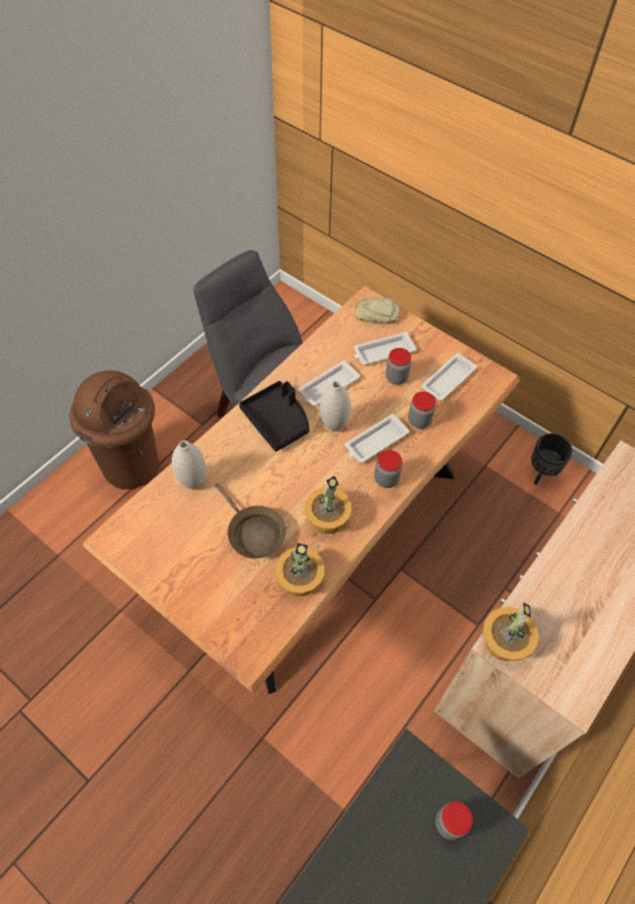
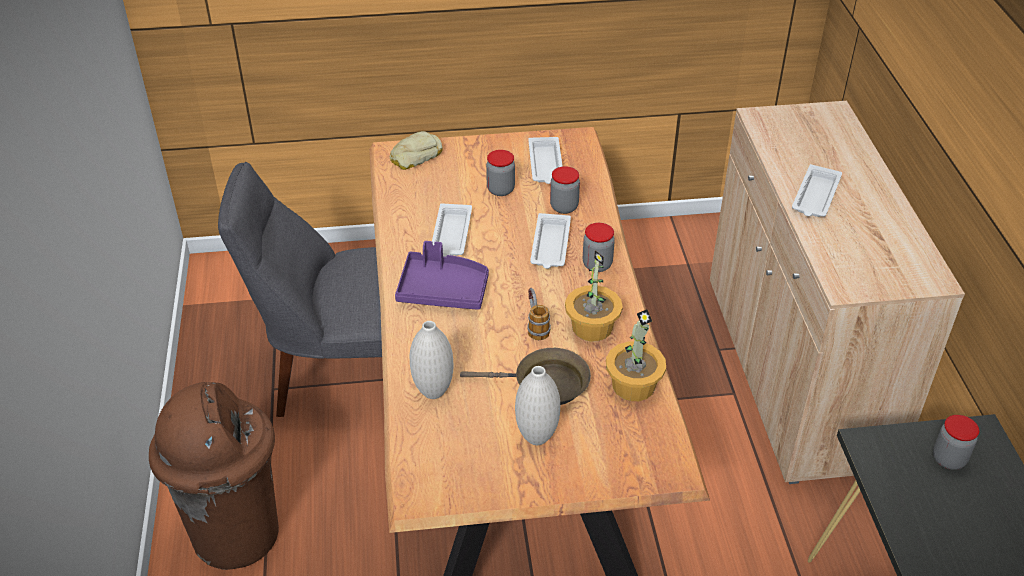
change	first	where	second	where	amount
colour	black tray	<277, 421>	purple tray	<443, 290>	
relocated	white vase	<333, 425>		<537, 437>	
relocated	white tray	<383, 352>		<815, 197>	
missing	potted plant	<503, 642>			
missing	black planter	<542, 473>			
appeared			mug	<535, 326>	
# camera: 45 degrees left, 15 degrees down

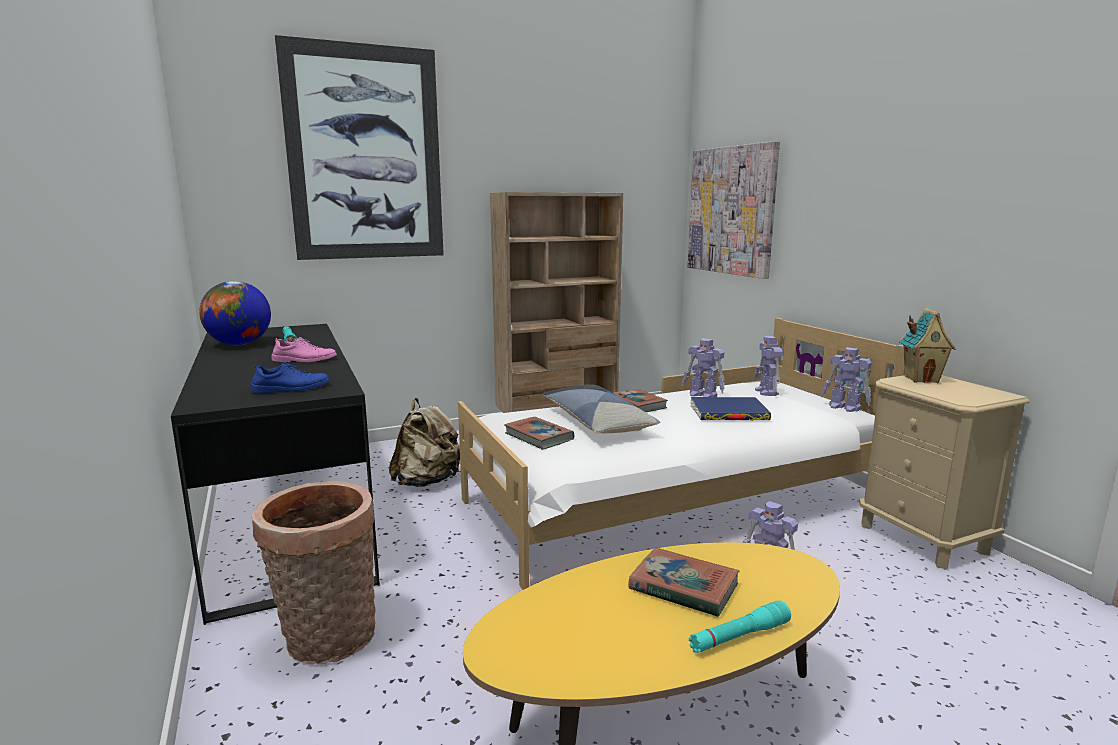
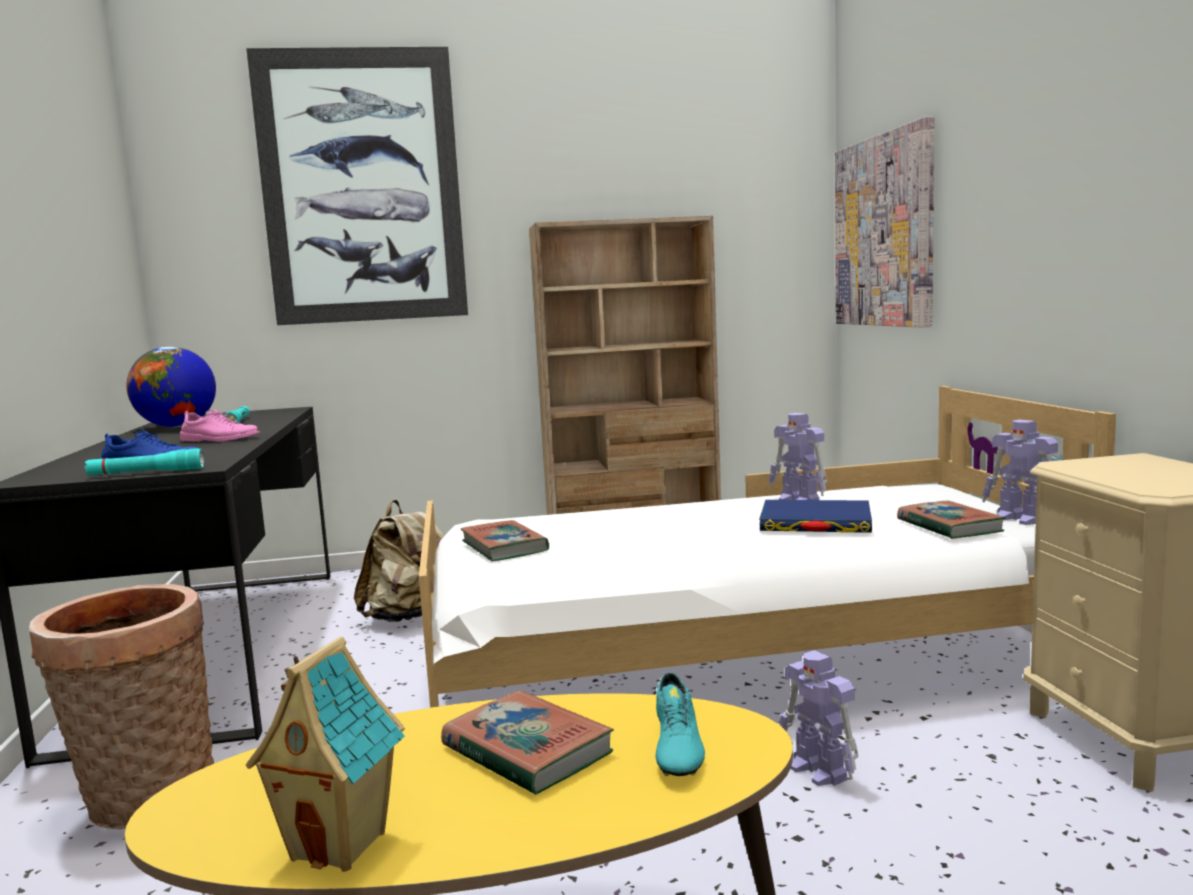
change	first	where	second	where	amount
missing	pillow	<597, 422>			
relocated	book	<637, 405>		<949, 526>	
relocated	turquoise flashlight	<739, 636>		<146, 473>	
missing	toy robot	<767, 392>			
relocated	toy house	<921, 379>		<341, 844>	
appeared			turquoise shoe	<676, 749>	
# camera: 15 degrees right, 5 degrees down

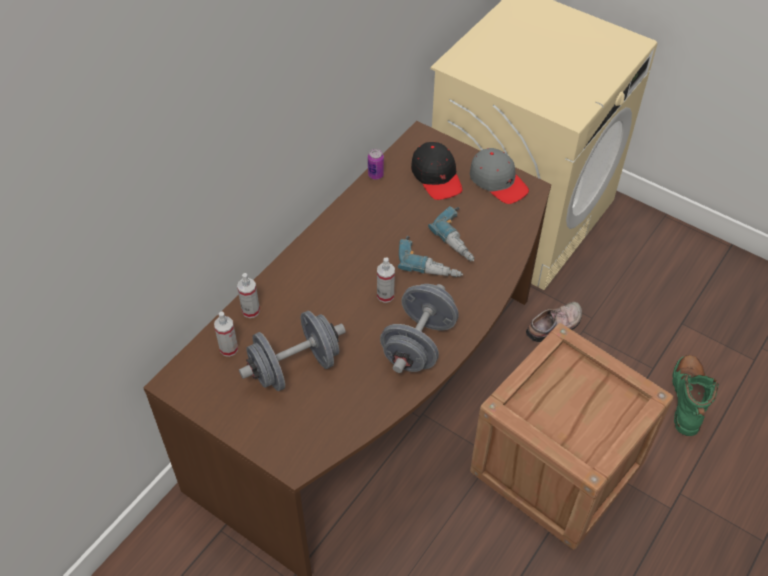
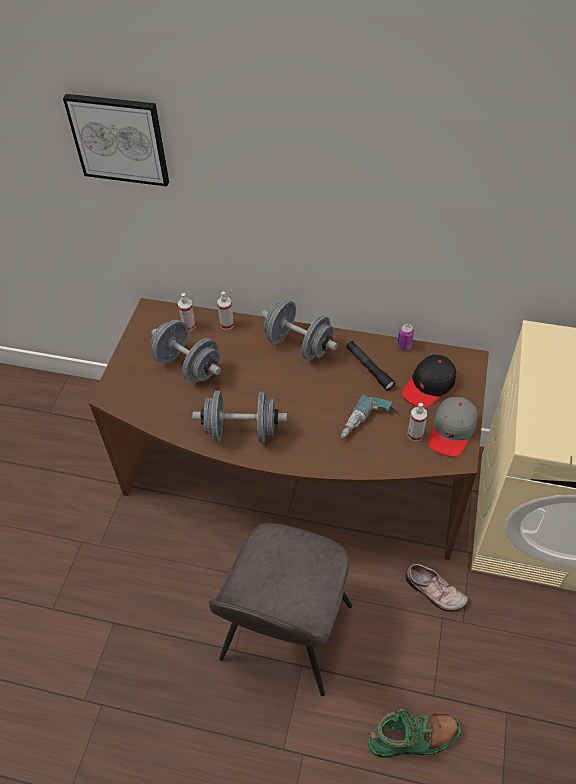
change	first	where	second	where	amount
relocated	spray bottle	<385, 295>		<415, 435>	
missing	power drill	<430, 262>			
exchanged	crate	<557, 467>	grey chair	<285, 636>	
appeared			picture	<119, 139>	
appeared			grey dumbbell	<299, 345>	
appeared			black flashlight	<369, 368>	
# camera: 70 degrees right, 0 degrees up

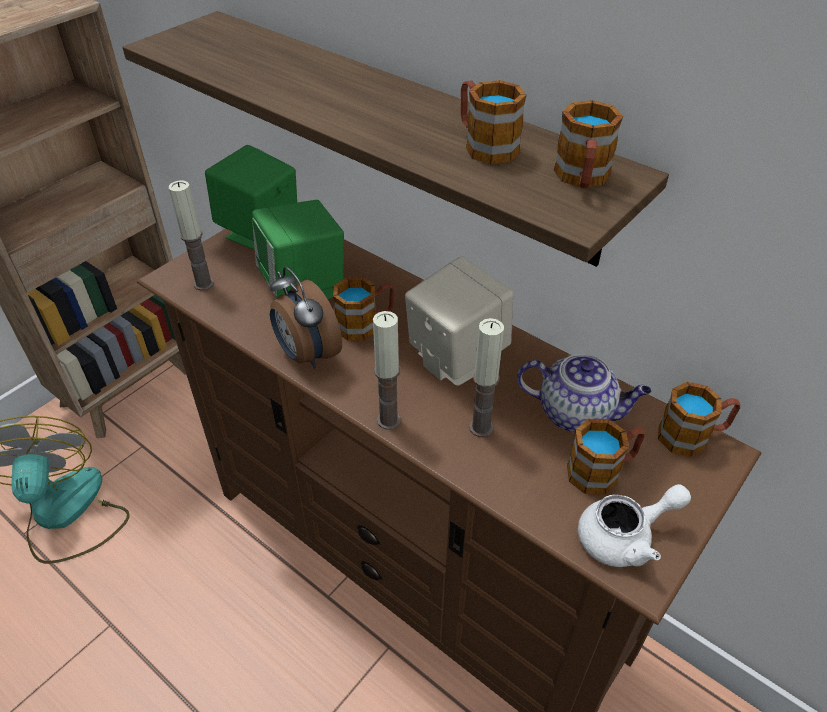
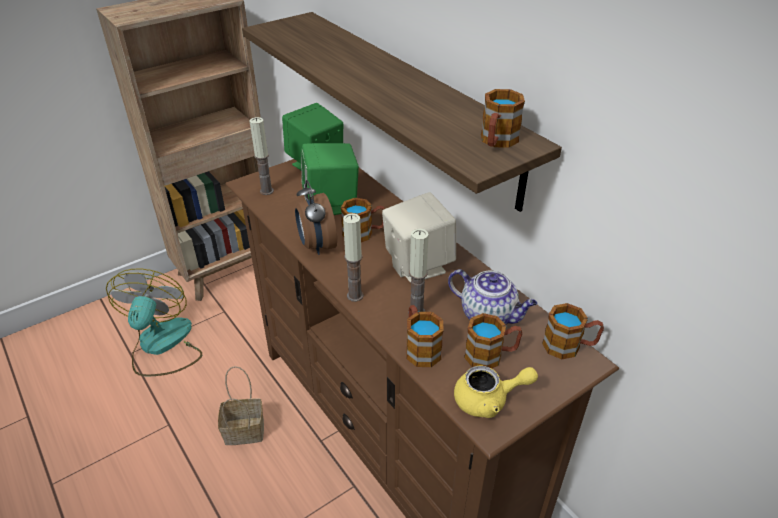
change	first	where	second	where	amount
relocated	mug	<485, 145>		<420, 347>	
colour	white teapot	<625, 537>	yellow teapot	<488, 400>	
appeared			basket	<246, 430>	
# camera: 15 degrees right, 5 degrees down

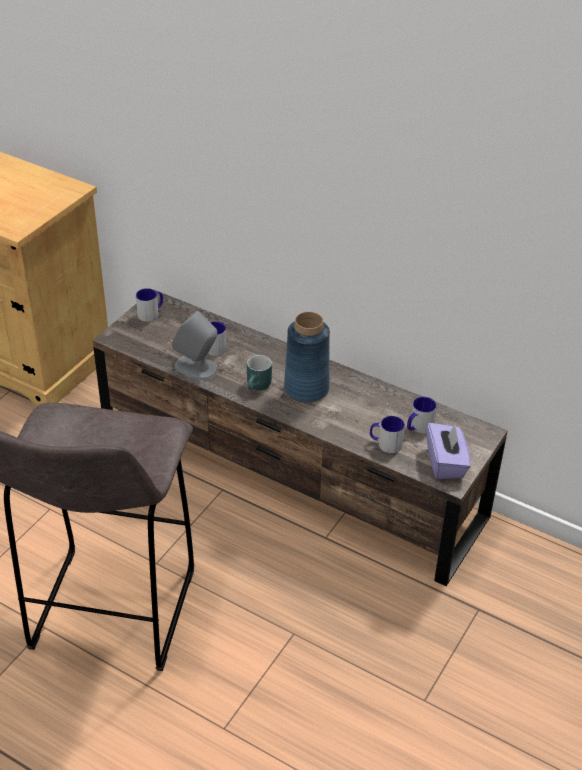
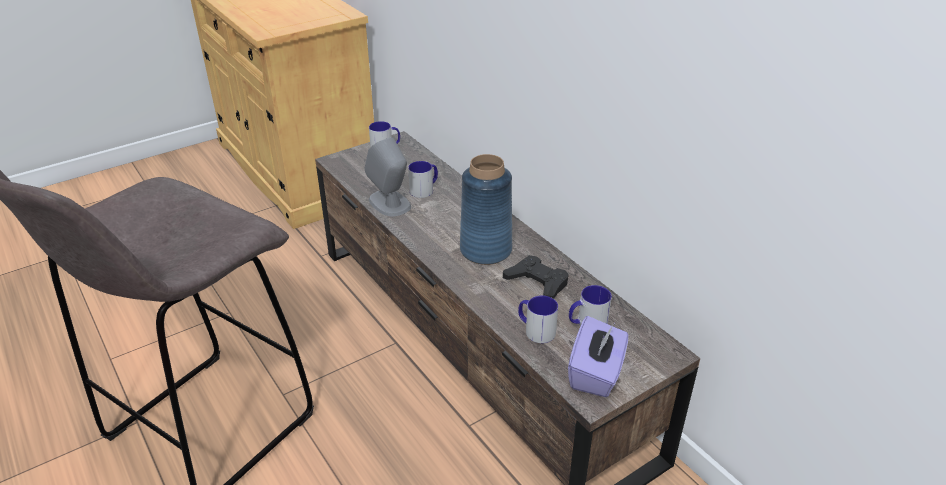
change	first	where	second	where	amount
missing	turquoise mug	<259, 386>			
appeared			black game controller	<537, 282>	
# camera: 25 degrees right, 5 degrees down

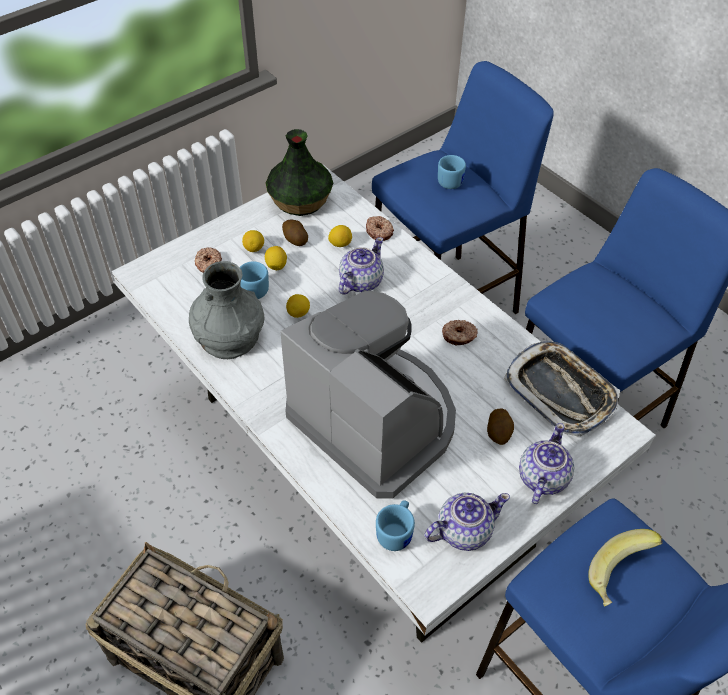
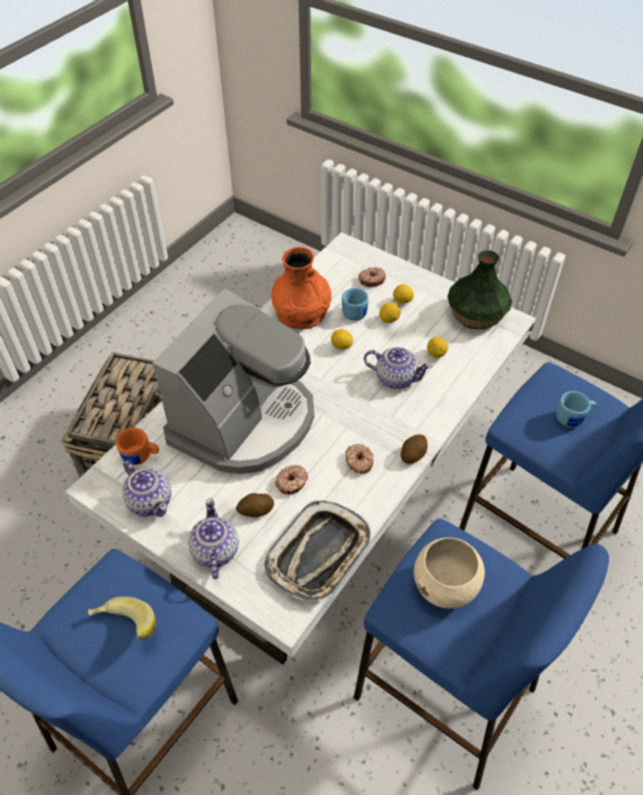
change	first	where	second	where	amount
colour	grey vase	<229, 336>	orange vase	<301, 312>	
relocated	potato	<295, 239>		<413, 454>	
relocated	donut	<379, 232>		<292, 483>	
colour	blue mug	<397, 532>	orange mug	<141, 457>	
spun	teapot	<542, 478>		<214, 552>	105 degrees counterclockwise
appeared			beige bowl	<446, 585>	
# camera: 75 degrees right, 0 degrees up

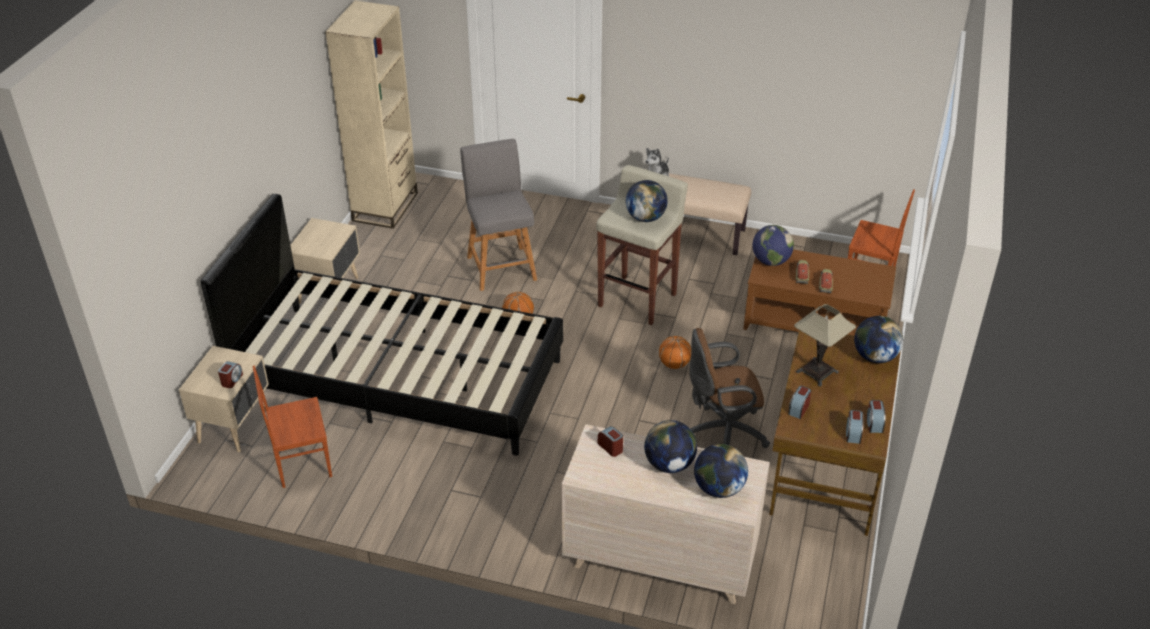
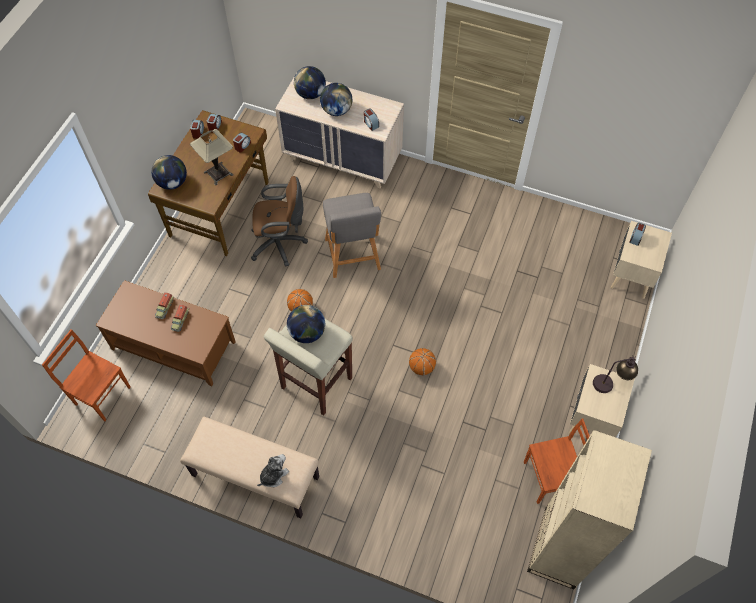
change	first	where	second	where	amount
missing	black bed	<398, 377>			
relocated	brown chair	<302, 462>		<550, 479>	
relocated	grey stool	<500, 266>		<353, 257>	
missing	globe	<770, 261>			
appeared			table lamp	<611, 383>	
# camera: 175 degrees left, 20 degrees up

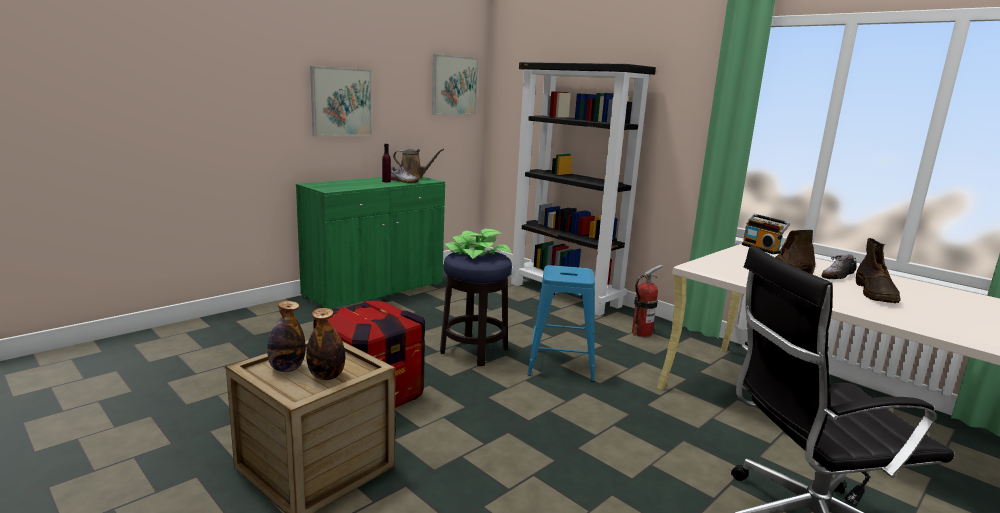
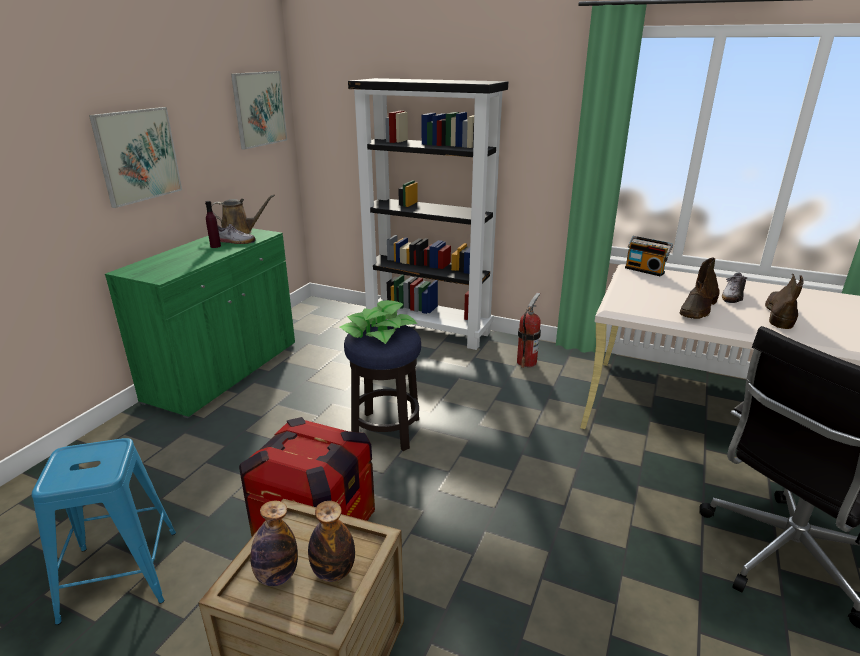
change	first	where	second	where	amount
relocated	blue stool	<560, 364>		<120, 575>	
spun	brown boot	<875, 294>		<779, 314>	150 degrees counterclockwise
# camera: 20 degrees left, 10 degrees up

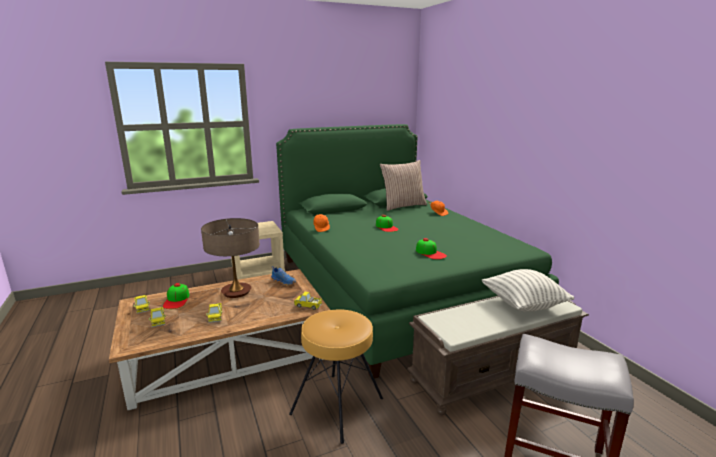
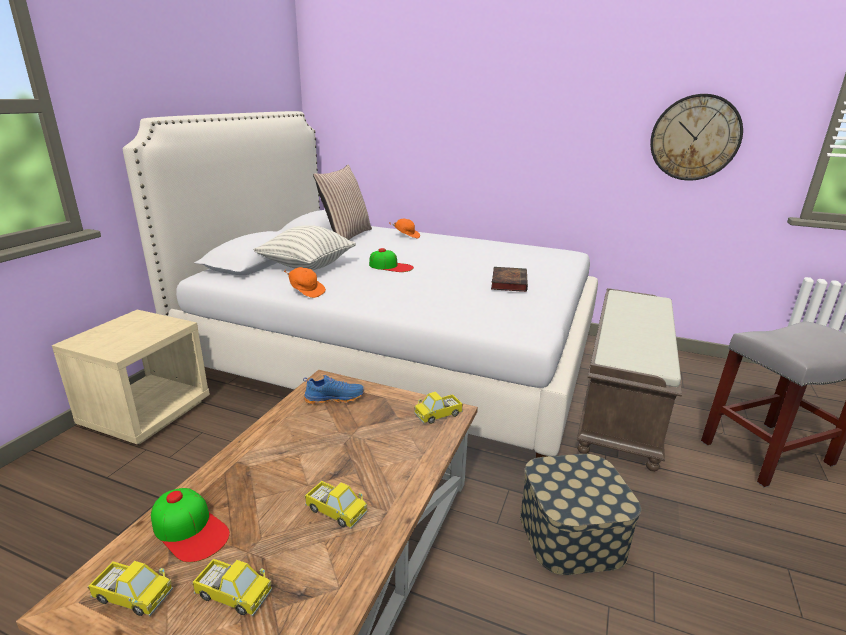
change	first	where	second	where	amount
missing	table lamp	<236, 292>			
colour	green bed	<395, 289>	white bed	<396, 356>	
exchanged	brown stool	<338, 406>	storage box	<571, 534>	
exchanged	cap	<430, 253>	book	<508, 282>	
relocated	pillow	<523, 305>		<307, 266>	
appeared			wall clock	<694, 138>	
# camera: 45 degrees left, 5 degrees up

